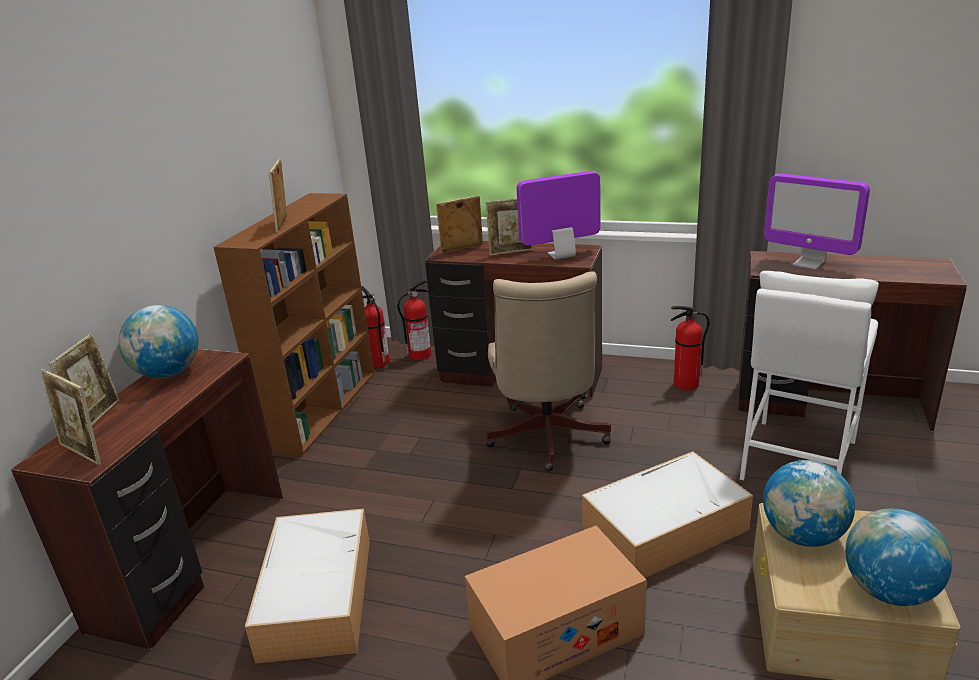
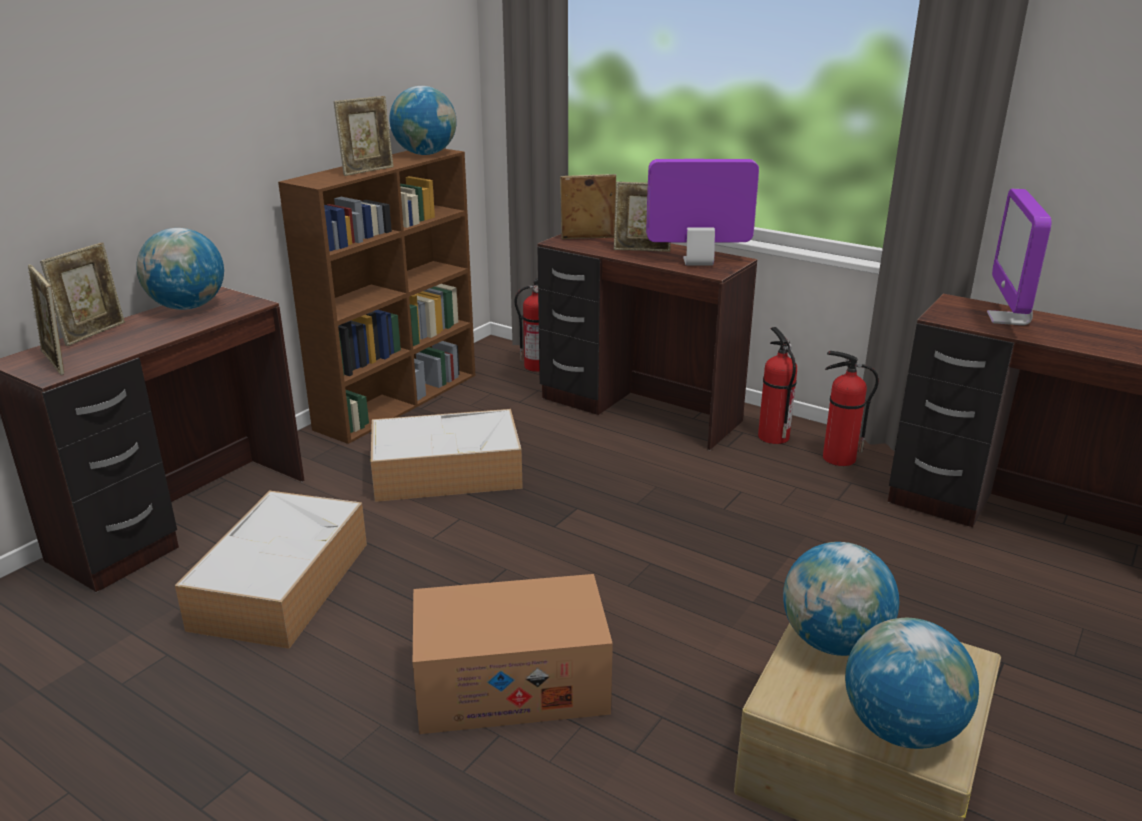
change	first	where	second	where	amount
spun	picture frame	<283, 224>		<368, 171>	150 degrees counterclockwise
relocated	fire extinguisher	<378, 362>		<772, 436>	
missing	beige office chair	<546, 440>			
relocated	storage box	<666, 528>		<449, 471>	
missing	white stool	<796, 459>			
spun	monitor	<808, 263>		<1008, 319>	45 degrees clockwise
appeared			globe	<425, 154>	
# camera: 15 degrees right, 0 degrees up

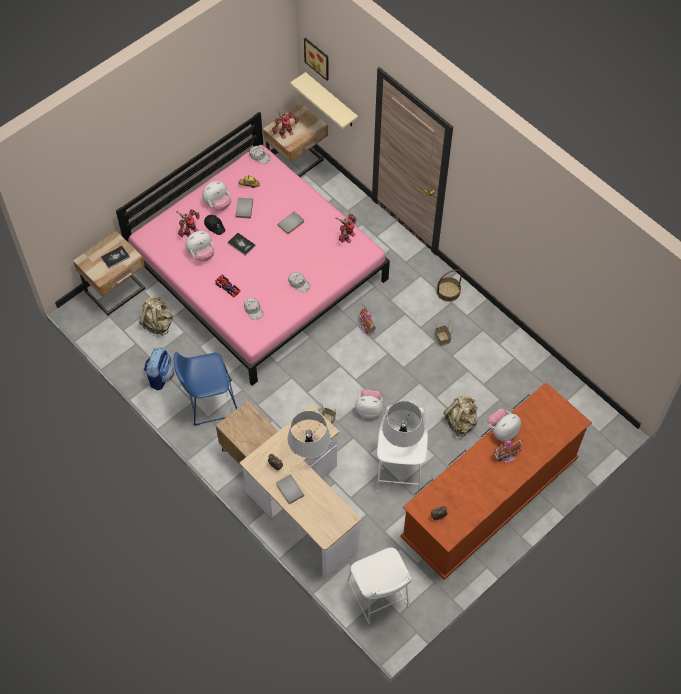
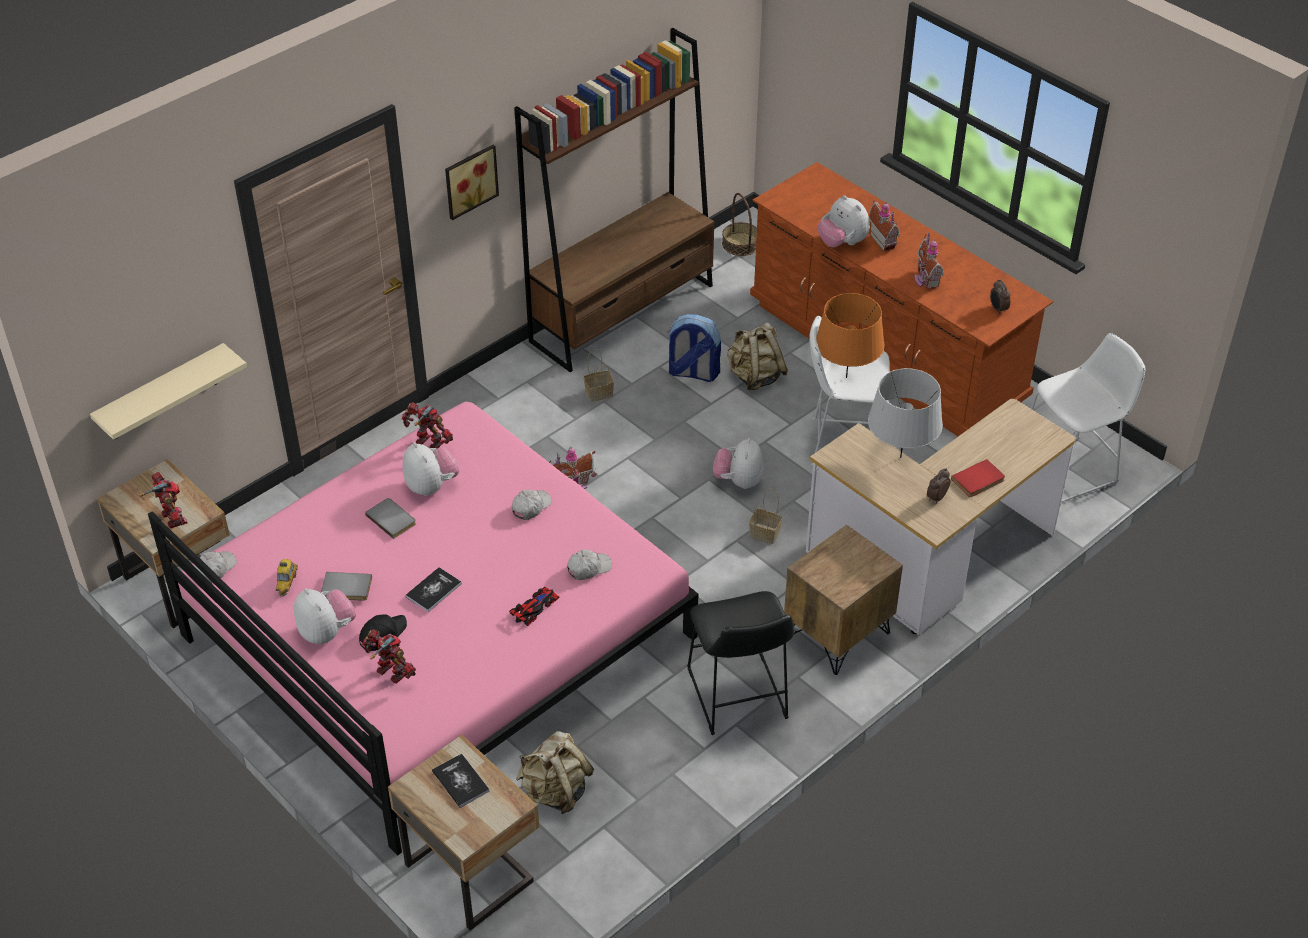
change	first	where	second	where	amount
relocated	backpack	<160, 376>		<692, 373>	
colour	blue stool	<209, 403>	black stool	<738, 698>	
relocated	plush toy	<201, 254>		<431, 486>	
colour	grey book	<289, 490>	red book	<979, 481>	
relocated	picture	<318, 58>		<469, 180>	
colour	grey table lamp	<402, 440>	orange table lamp	<846, 377>	
relocated	basket	<448, 291>		<741, 244>	
appeared			brown bookcase	<622, 313>	
appeared			toy house	<925, 279>	
# camera: 90 degrees left, 15 degrees down

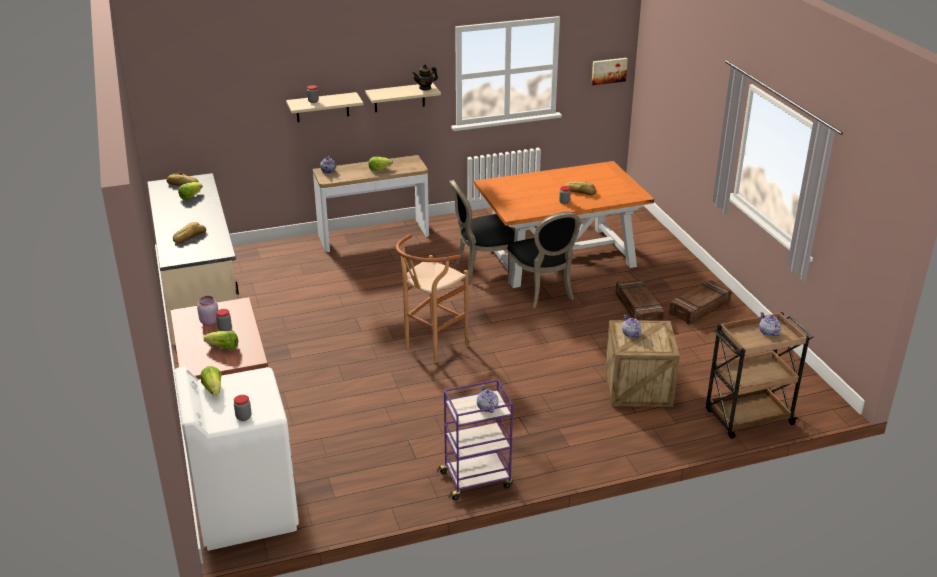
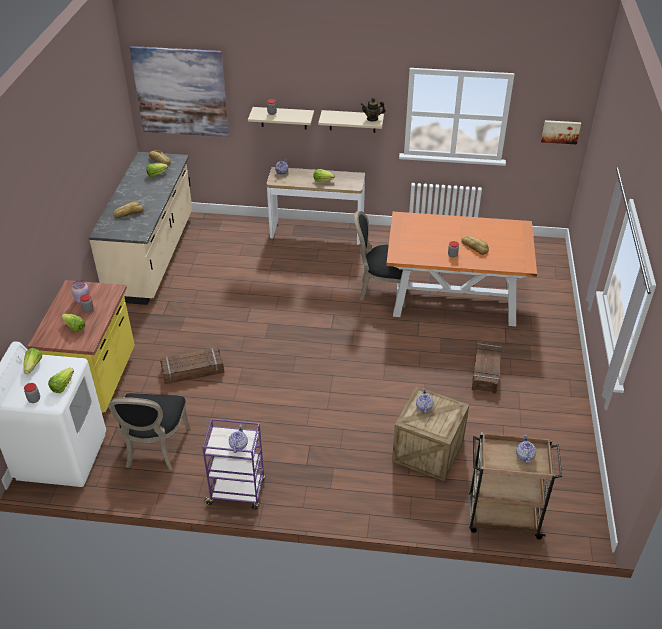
change	first	where	second	where	amount
missing	brown stool	<431, 348>			
relocated	black chair	<543, 292>		<154, 449>	
relocated	crate	<699, 308>		<192, 370>	
appeared			lettuce	<62, 386>	
appeared			picture	<181, 92>	
# camera: 25 degrees right, 10 degrees up

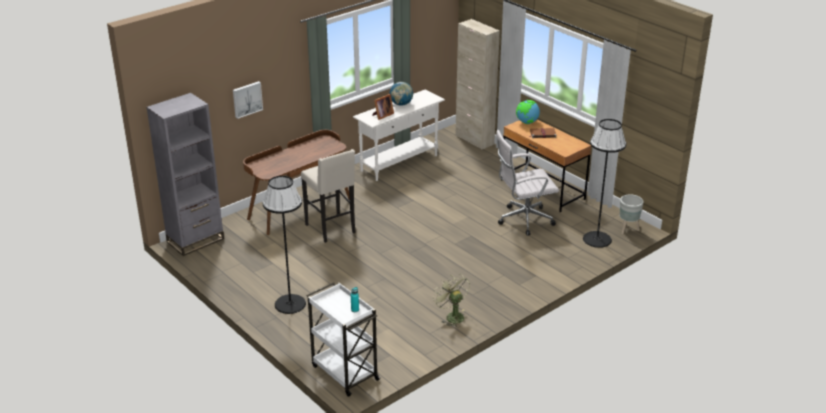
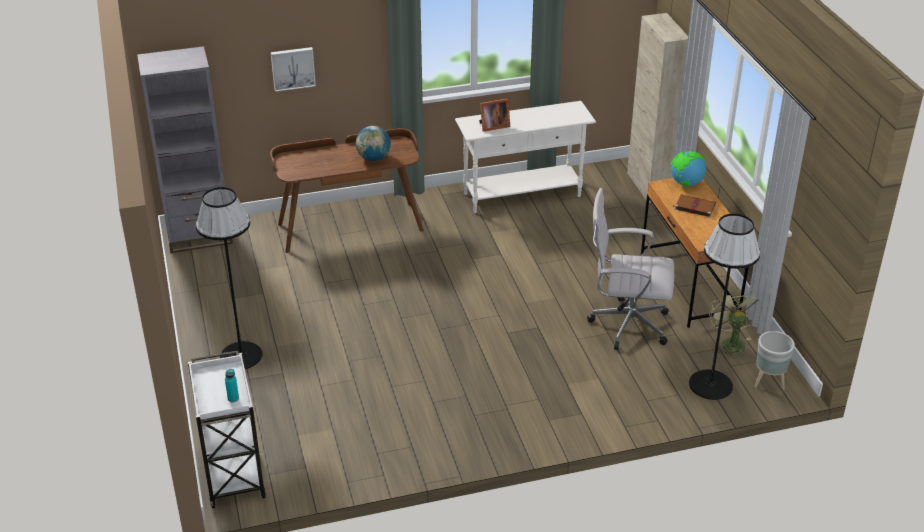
change	first	where	second	where	amount
missing	beige stool	<331, 229>			
relocated	globe	<401, 104>		<373, 158>	
relocated	green fan	<452, 316>		<730, 342>	
# camera: 25 degrees right, 5 degrees up

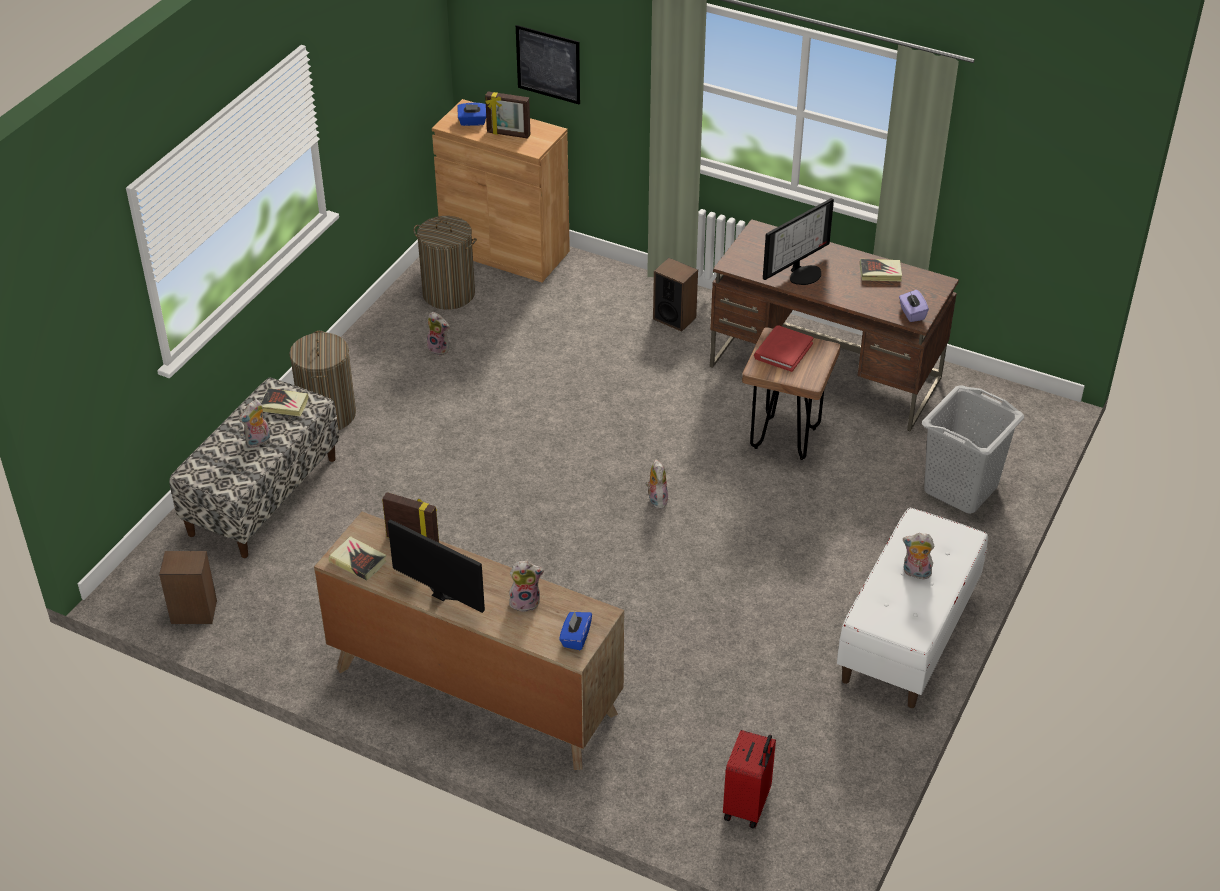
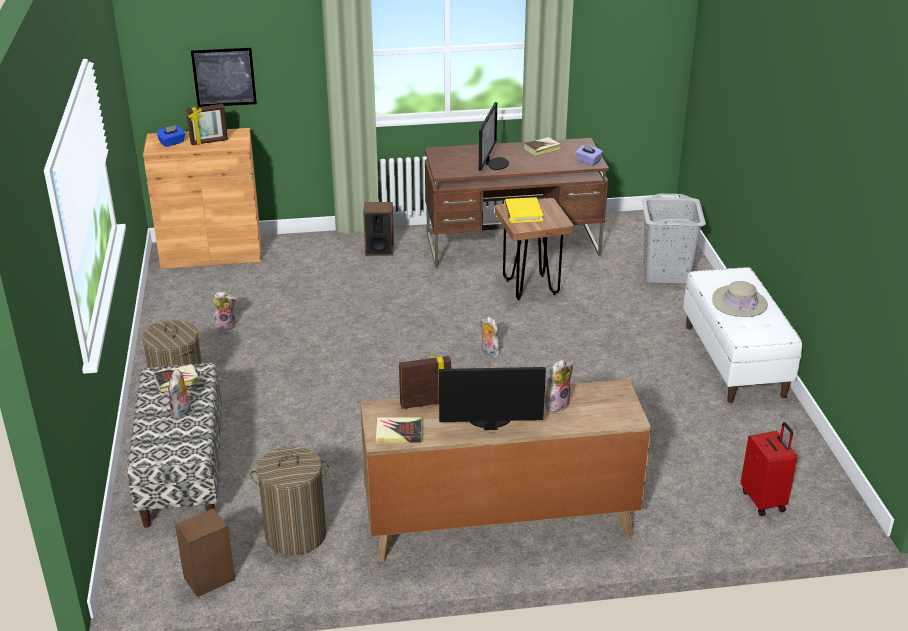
change	first	where	second	where	amount
relocated	laundry basket	<449, 294>		<296, 534>	
missing	blue tissue box	<575, 638>			
colour	red book	<783, 351>	yellow book	<523, 212>	
exchanged	plush toy	<915, 573>	beige hat	<739, 303>	
# camera: 35 degrees left, 10 degrees down

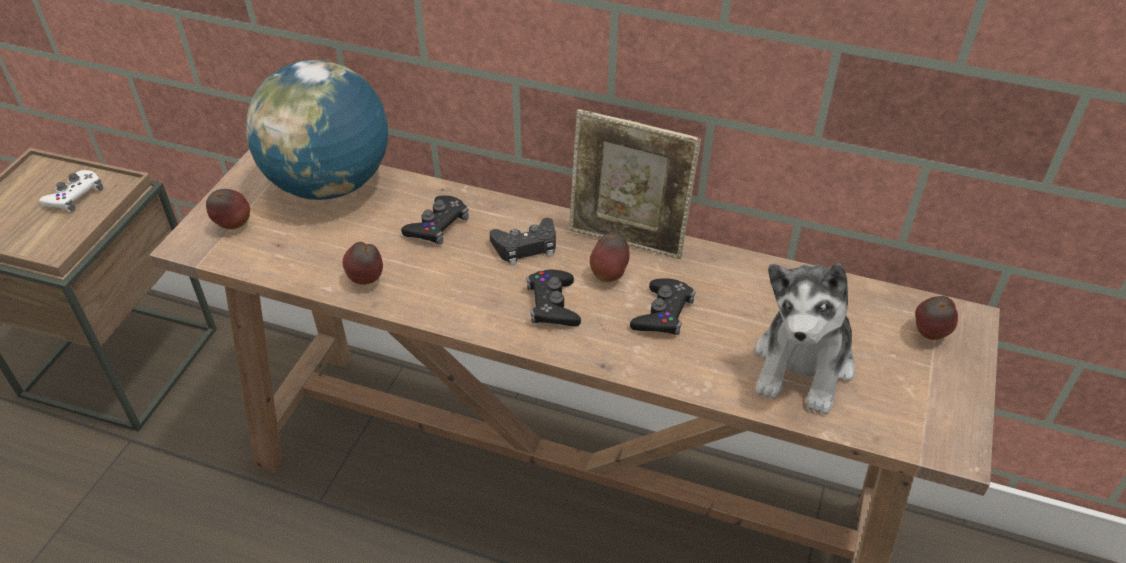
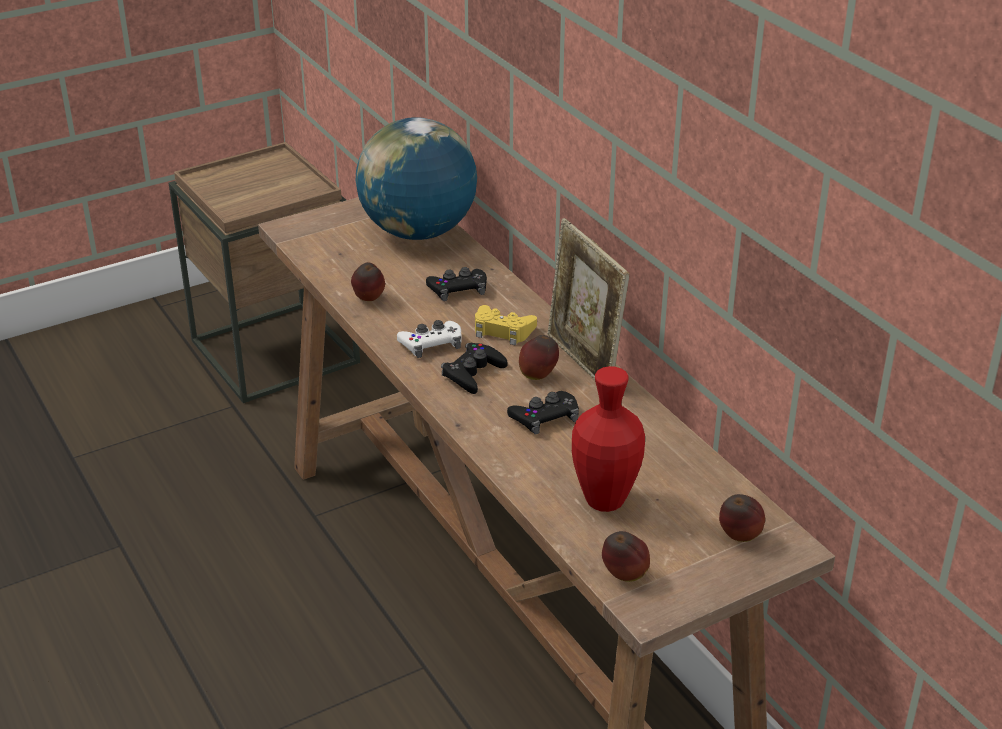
change	first	where	second	where	amount
relocated	white game controller	<75, 196>		<431, 344>	
relocated	apple	<233, 226>		<624, 576>	
colour	black game controller	<526, 247>	yellow game controller	<502, 331>	
exchanged	plush toy	<803, 365>	red vase	<605, 500>	
# camera: 40 degrees right, 10 degrees down

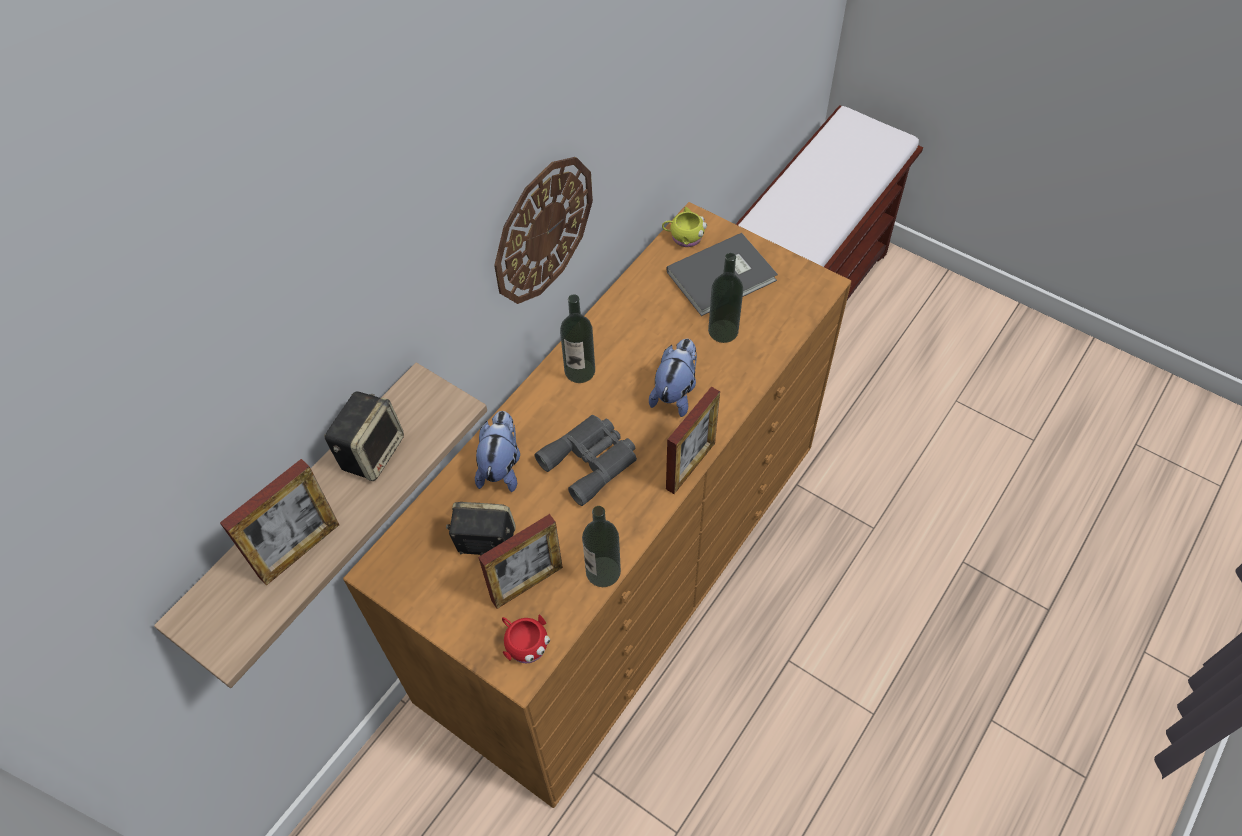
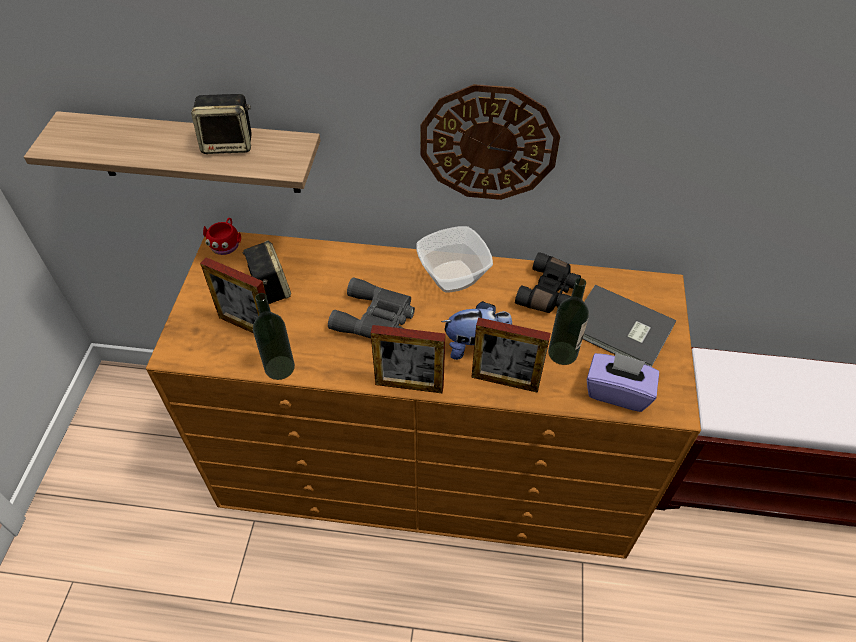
change	first	where	second	where	amount
relocated	picture frame	<299, 550>		<505, 381>	
missing	plush toy	<501, 466>			
relocated	red mug	<524, 643>		<226, 244>	
exchanged	bottle	<580, 371>	bowl	<454, 277>	
missing	yellow mug	<684, 237>			
appeared			black binoculars	<549, 293>	
appeared			purple tissue box	<617, 392>	
# camera: 60 degrees right, 5 degrees down

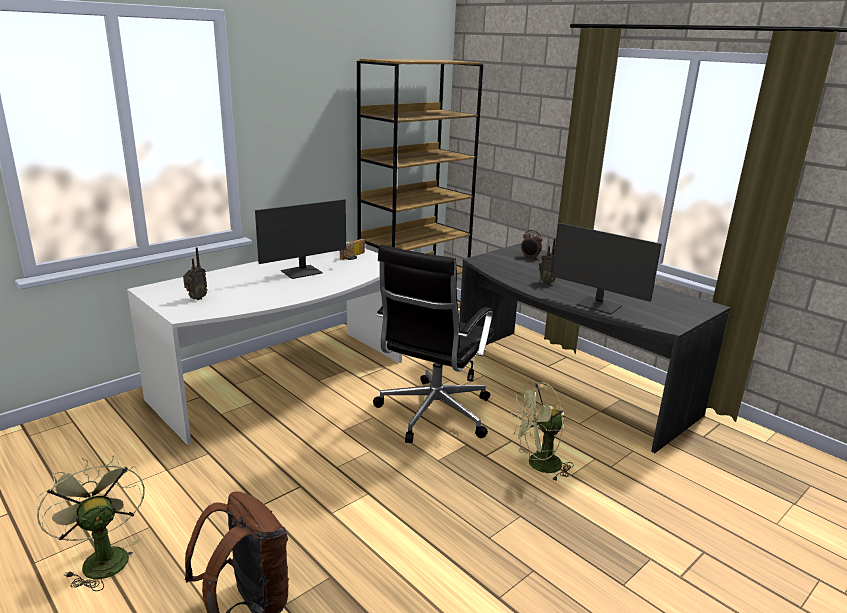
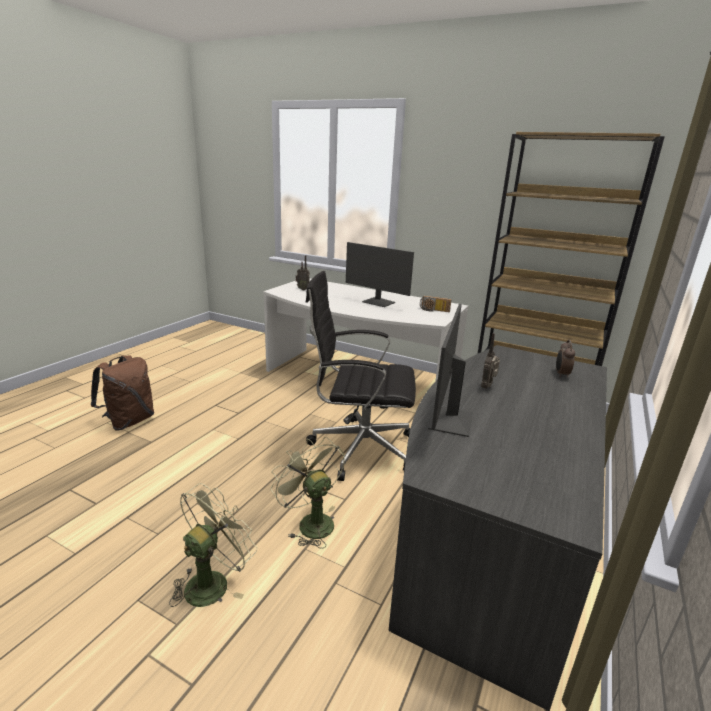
change	first	where	second	where	amount
relocated	green fan	<101, 558>		<213, 581>	
# camera: 70 degrees right, 0 degrees up

